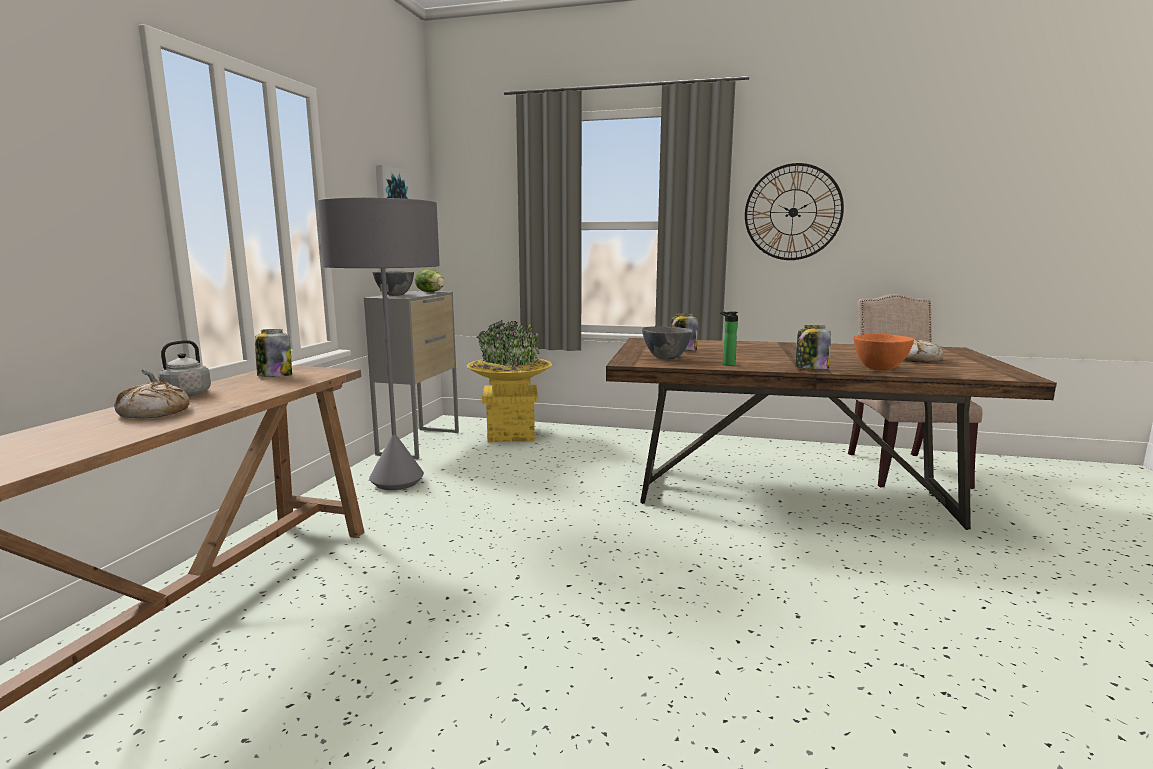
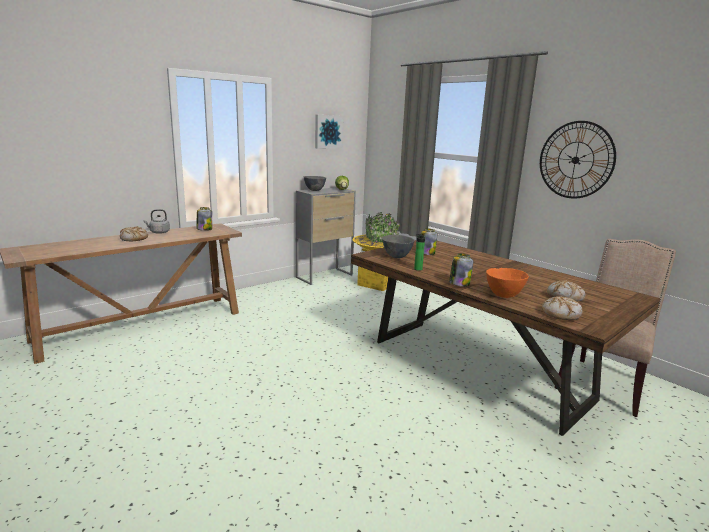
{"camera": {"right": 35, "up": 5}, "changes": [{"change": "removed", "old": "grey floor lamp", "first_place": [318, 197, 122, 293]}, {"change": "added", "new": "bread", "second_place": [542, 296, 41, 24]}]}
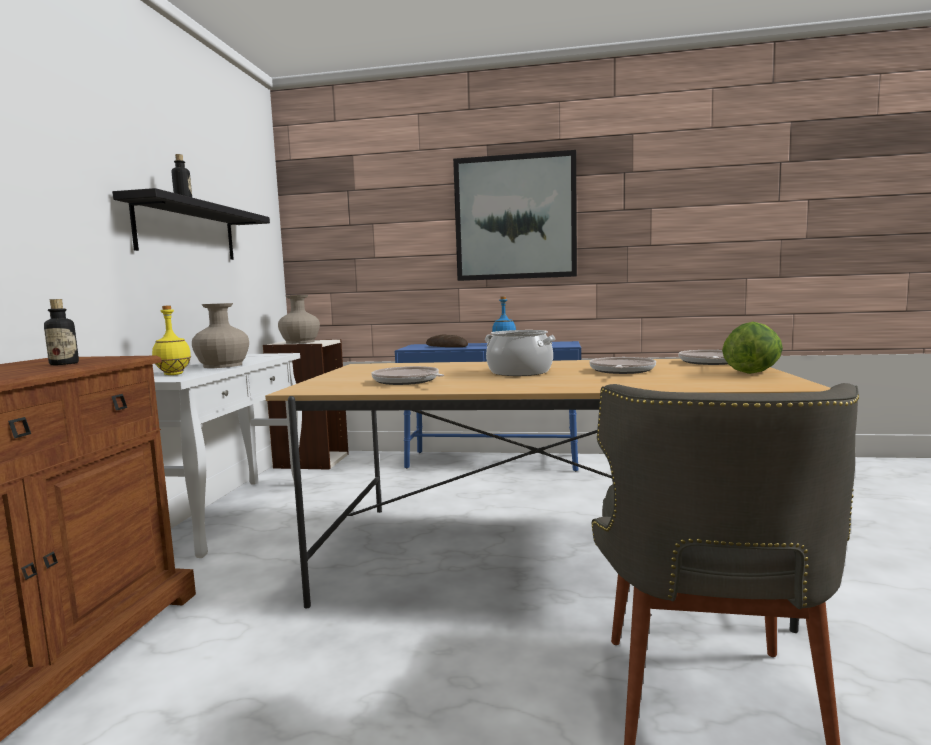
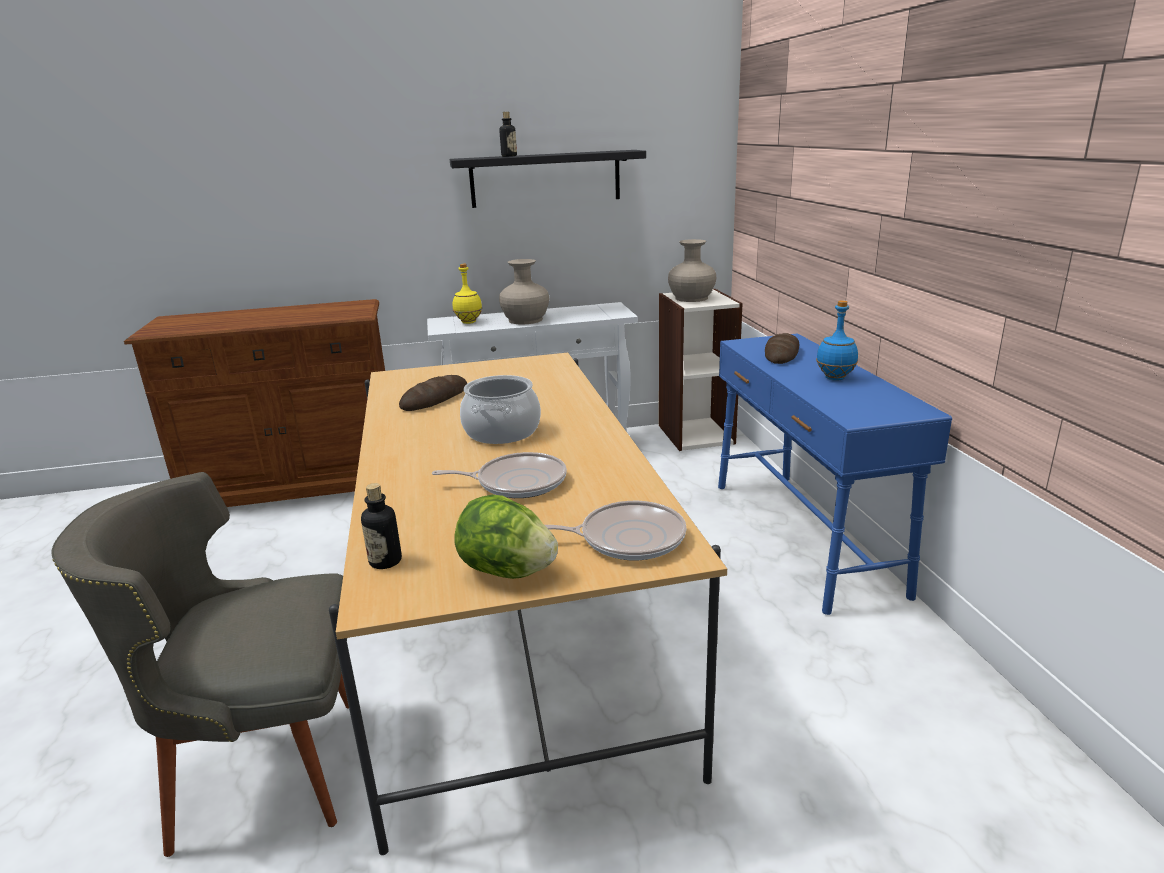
{"camera": {"right": 70, "up": 15}, "changes": [{"change": "removed", "old": "picture", "first_place": [453, 150, 124, 131]}, {"change": "moved", "old": "bottle", "first_place": [44, 299, 35, 66], "second_place": [361, 483, 41, 86]}, {"change": "replaced", "old": "frying pan", "new": "bread", "first_place": [371, 366, 73, 19], "second_place": [399, 375, 68, 36]}]}
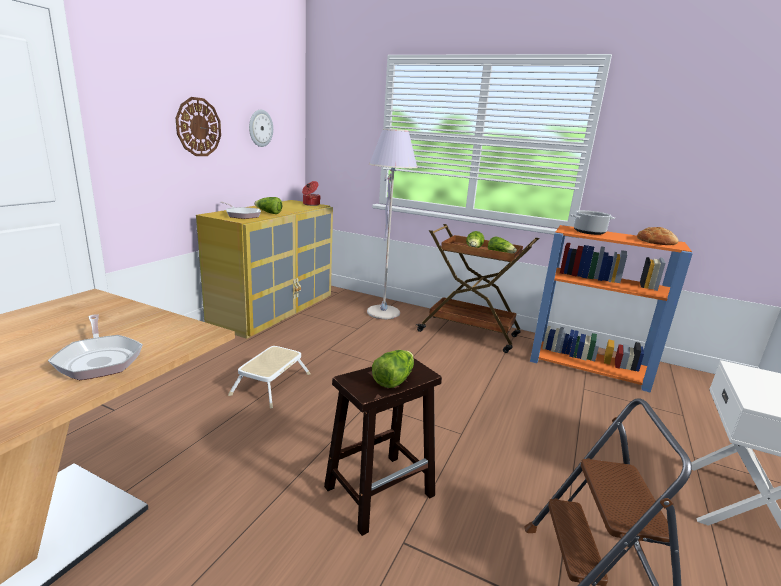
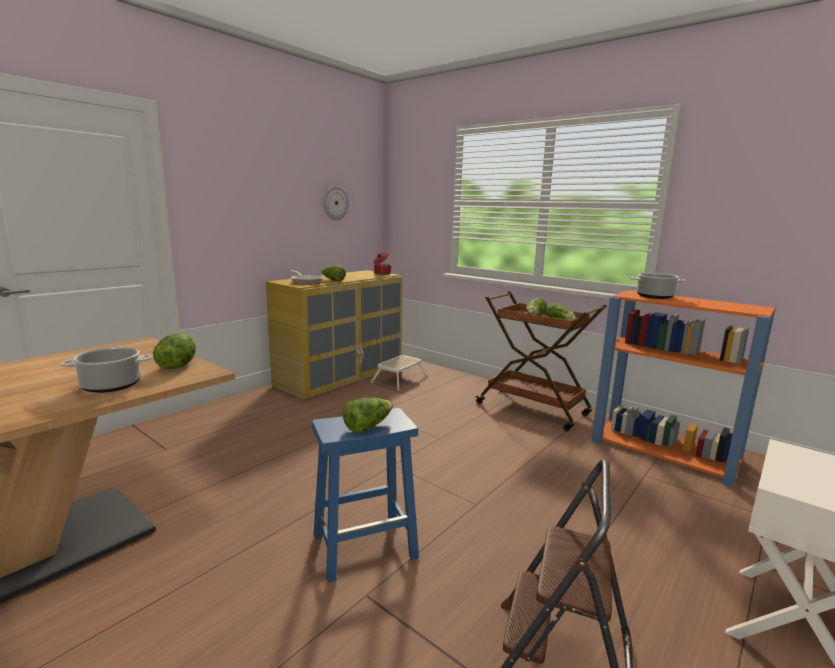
{"camera": {"right": 15, "up": -5}, "changes": [{"change": "removed", "old": "wall clock", "first_place": [176, 97, 45, 59]}, {"change": "removed", "old": "grey floor lamp", "first_place": [367, 128, 51, 191]}, {"change": "removed", "old": "bread", "first_place": [637, 227, 41, 18]}, {"change": "added", "new": "lettuce", "second_place": [153, 334, 43, 35]}, {"change": "moved", "old": "beige step ladder", "first_place": [228, 346, 83, 63], "second_place": [370, 355, 58, 36]}, {"change": "replaced", "old": "frying pan", "new": "cooking pot", "first_place": [48, 314, 95, 66], "second_place": [60, 347, 93, 46]}, {"change": "recoloured", "old": "brown stool", "new": "blue stool", "first_place": [324, 358, 118, 178], "second_place": [312, 408, 107, 175]}]}
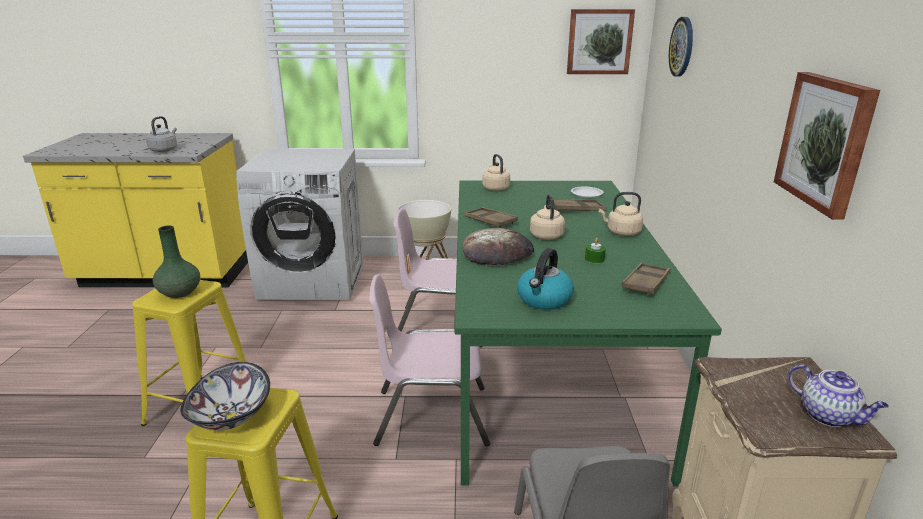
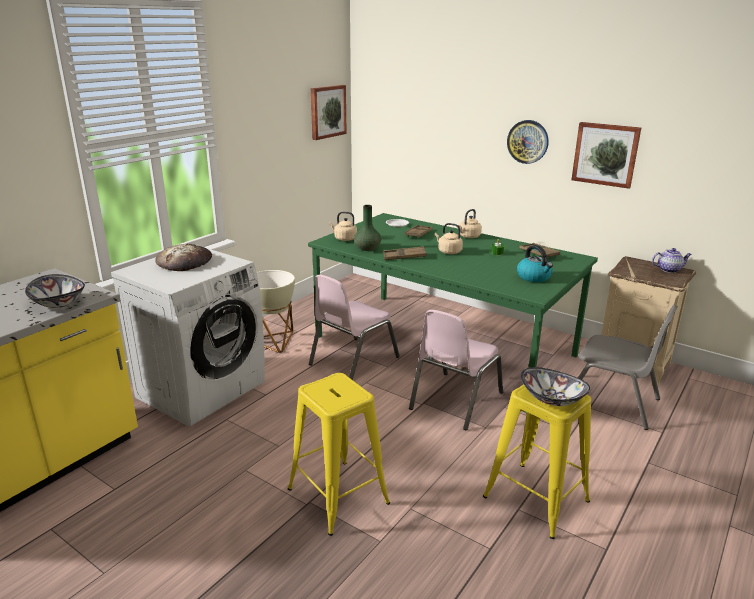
{"camera": {"right": -55, "up": 0}, "changes": [{"change": "moved", "old": "green vase", "first_place": [153, 226, 47, 72], "second_place": [354, 205, 27, 46]}, {"change": "moved", "old": "bread", "first_place": [462, 228, 72, 37], "second_place": [155, 244, 57, 27]}, {"change": "moved", "old": "wall clock", "first_place": [669, 17, 24, 60], "second_place": [507, 120, 42, 44]}, {"change": "replaced", "old": "grey kettle", "new": "bowl", "first_place": [146, 116, 31, 36], "second_place": [25, 274, 60, 34]}]}
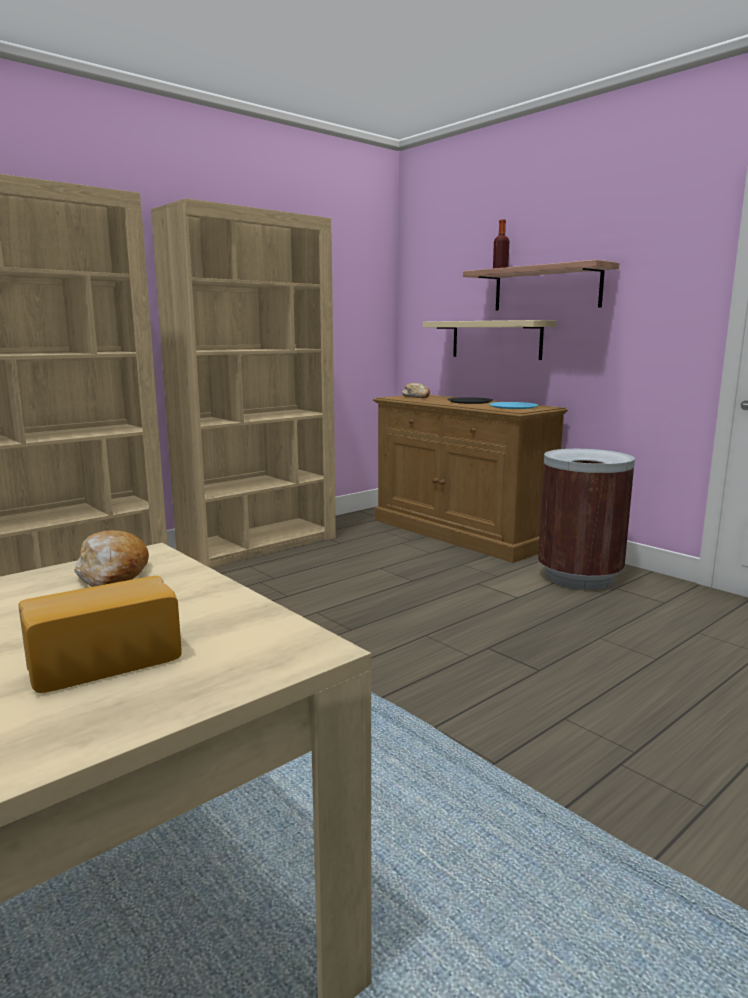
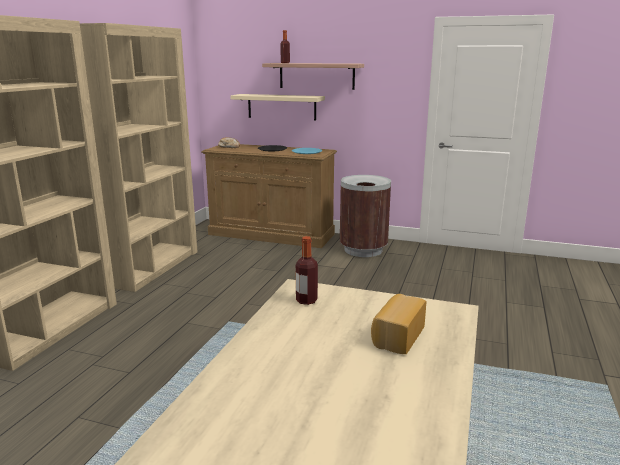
{"camera": {"right": -30, "up": 5}, "changes": [{"change": "replaced", "old": "bread", "new": "bottle", "first_place": [74, 530, 75, 57], "second_place": [296, 236, 22, 69]}]}
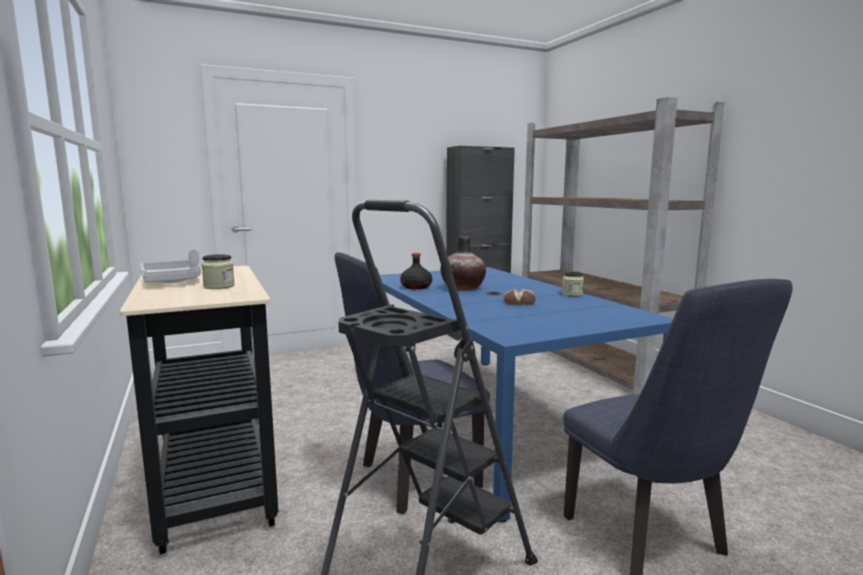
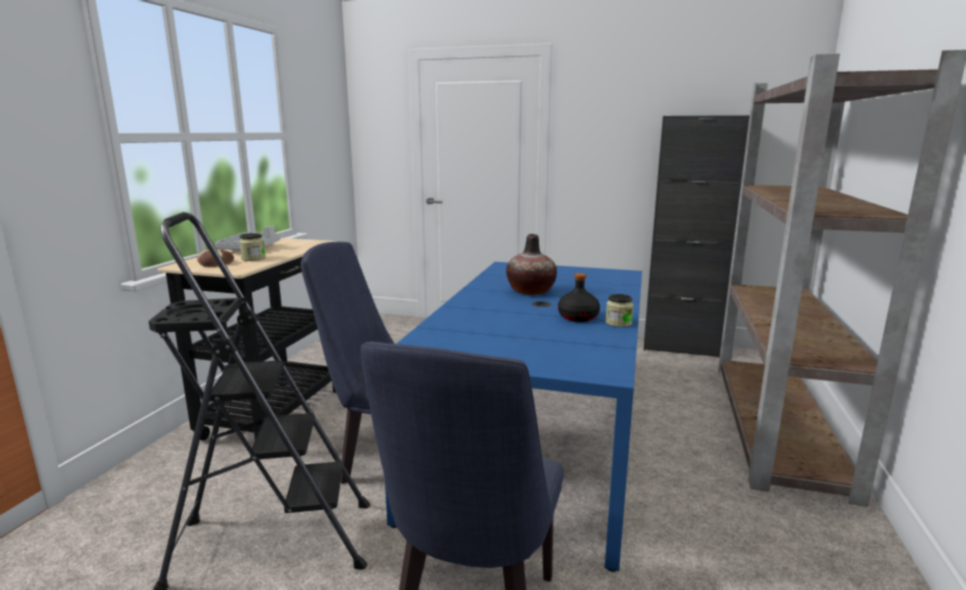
{"camera": {"right": 40, "up": 5}, "changes": [{"change": "moved", "old": "black bottle", "first_place": [400, 253, 32, 36], "second_place": [558, 273, 42, 49]}, {"change": "moved", "old": "bread", "first_place": [504, 289, 31, 16], "second_place": [197, 249, 37, 18]}]}
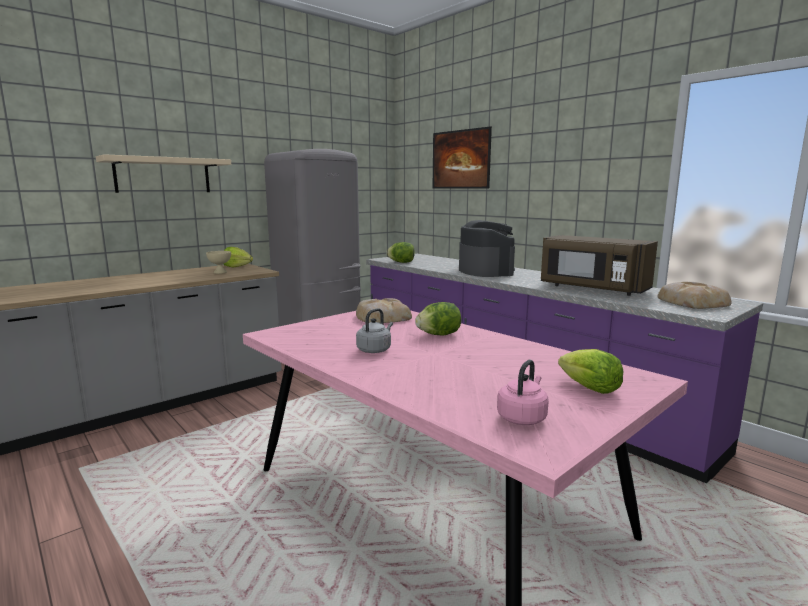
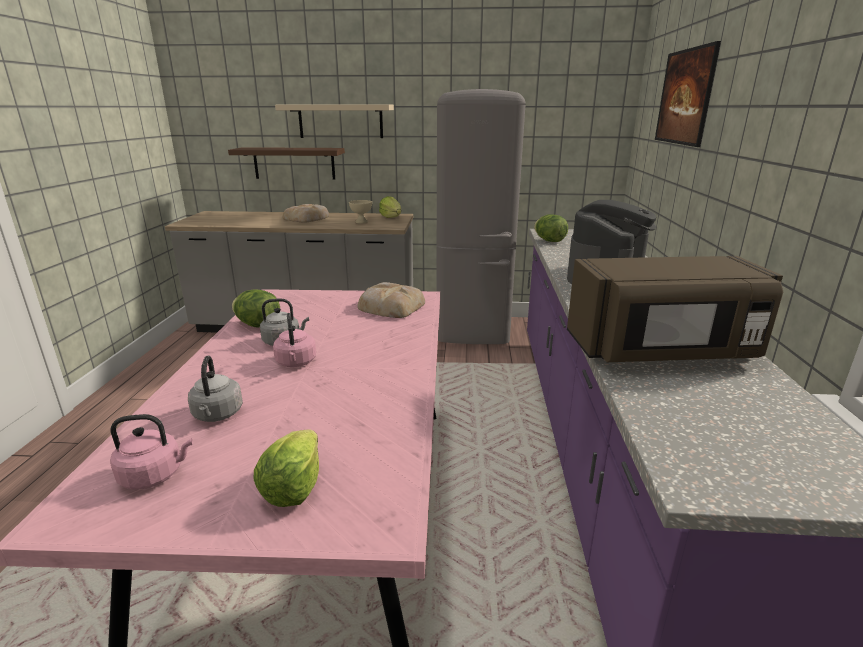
{"camera": {"right": 45, "up": 10}, "changes": [{"change": "added", "new": "grey kettle", "second_place": [188, 356, 55, 66]}, {"change": "added", "new": "brown shelf", "second_place": [228, 147, 117, 32]}, {"change": "added", "new": "pink kettle", "second_place": [273, 313, 43, 54]}, {"change": "moved", "old": "lettuce", "first_place": [415, 302, 46, 34], "second_place": [232, 290, 48, 38]}, {"change": "moved", "old": "bread", "first_place": [657, 282, 75, 27], "second_place": [282, 204, 47, 18]}, {"change": "turned", "old": "brown microwave", "first_place": [541, 235, 117, 61], "second_place": [567, 256, 216, 106], "degrees": -90}]}
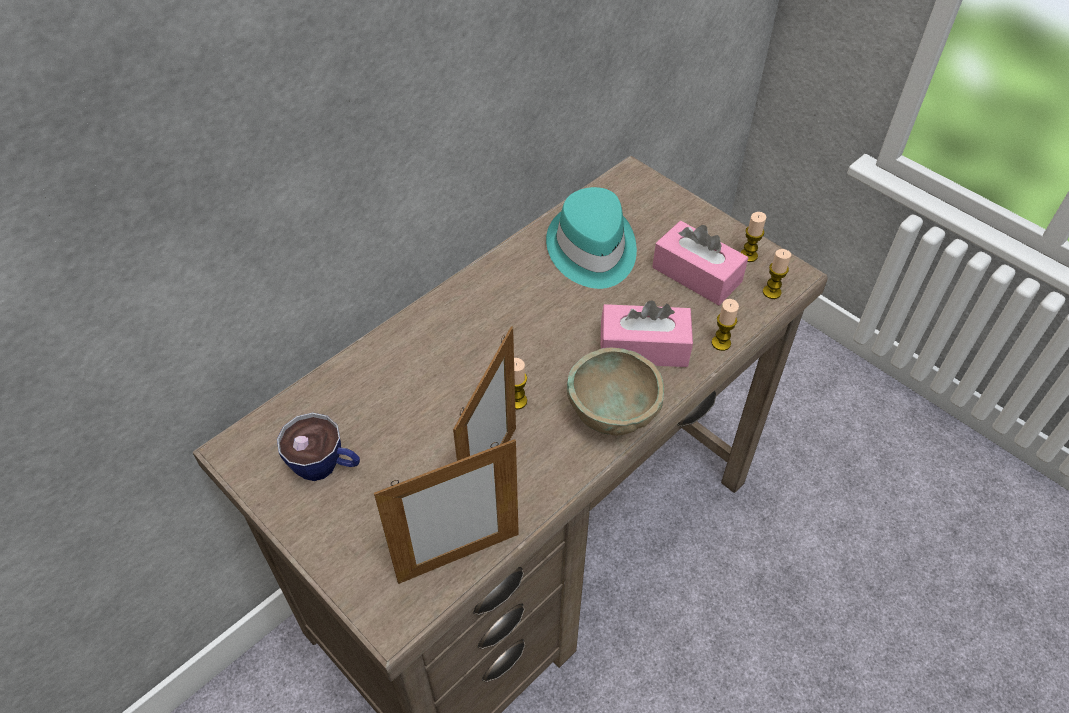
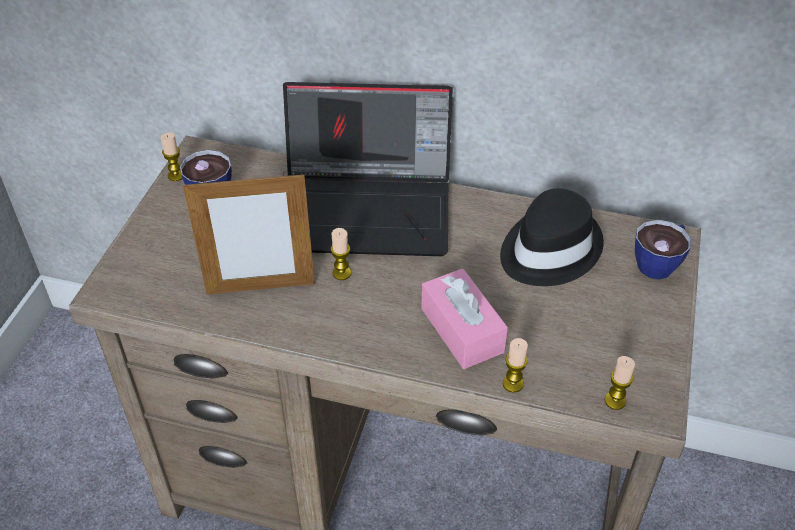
{"camera": {"right": 60, "up": -5}, "changes": [{"change": "removed", "old": "picture frame", "first_place": [374, 439, 145, 145]}, {"change": "removed", "old": "beige bowl", "first_place": [567, 348, 97, 88]}, {"change": "removed", "old": "pink tissue box", "first_place": [652, 221, 96, 84]}, {"change": "added", "new": "laptop", "second_place": [283, 82, 170, 174]}, {"change": "added", "new": "cup", "second_place": [635, 220, 56, 59]}, {"change": "moved", "old": "candle", "first_place": [740, 212, 26, 50], "second_place": [161, 132, 21, 49]}, {"change": "recoloured", "old": "turquoise hat", "new": "black hat", "first_place": [546, 187, 91, 102], "second_place": [500, 188, 104, 98]}]}
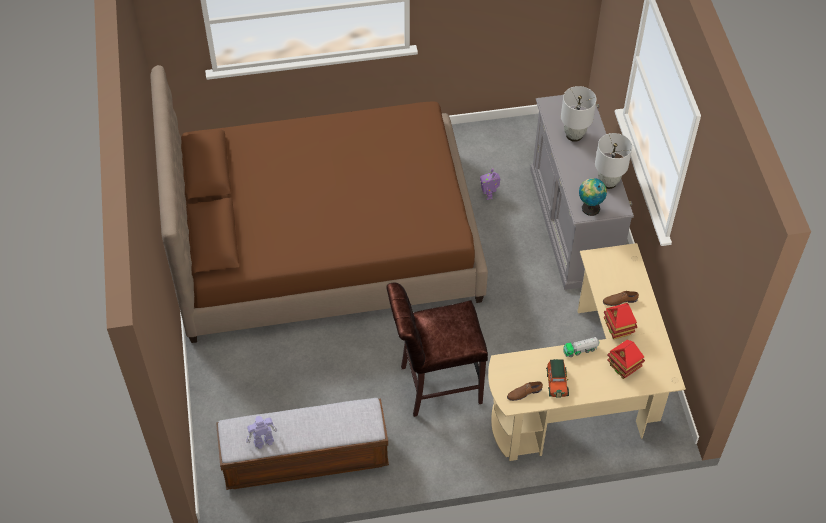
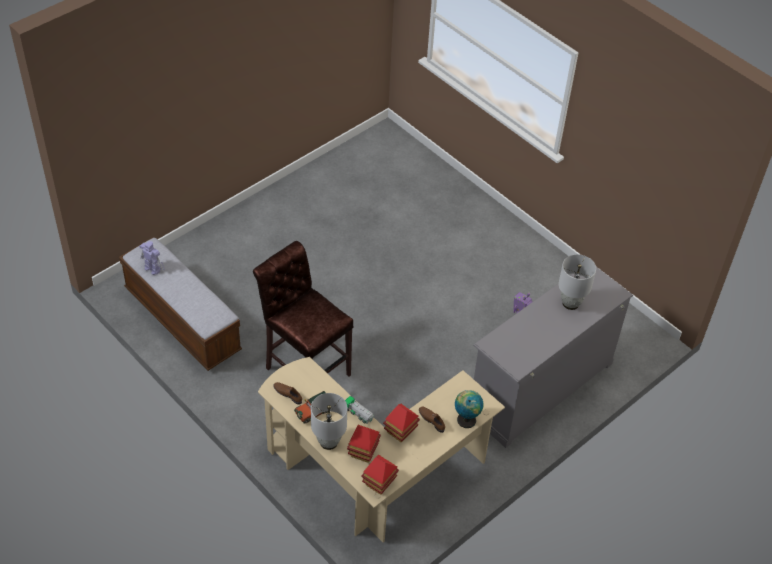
{"camera": {"right": 55, "up": -5}, "changes": [{"change": "removed", "old": "brown bed", "first_place": [150, 65, 338, 278]}, {"change": "added", "new": "toy house", "second_place": [361, 454, 38, 41]}, {"change": "moved", "old": "globe", "first_place": [579, 178, 28, 38], "second_place": [455, 390, 29, 38]}, {"change": "moved", "old": "white table lamp", "first_place": [595, 133, 37, 56], "second_place": [311, 393, 36, 57]}]}
